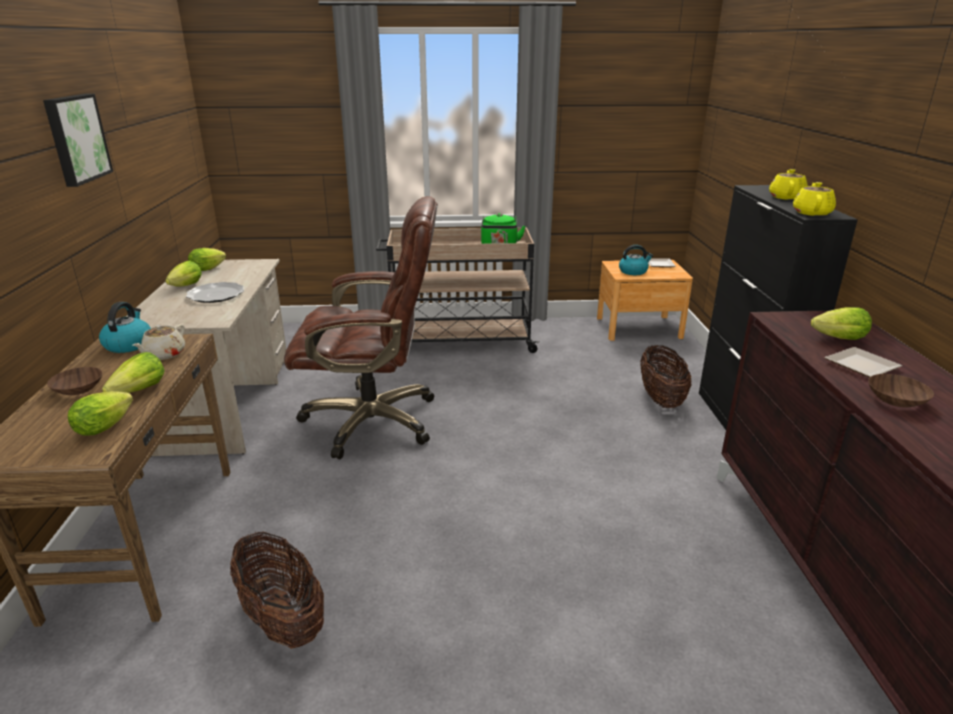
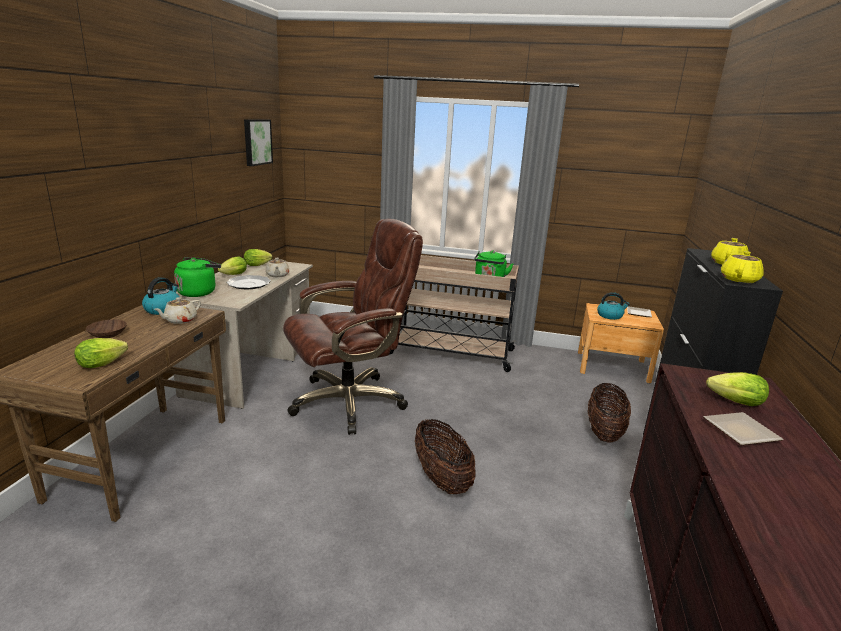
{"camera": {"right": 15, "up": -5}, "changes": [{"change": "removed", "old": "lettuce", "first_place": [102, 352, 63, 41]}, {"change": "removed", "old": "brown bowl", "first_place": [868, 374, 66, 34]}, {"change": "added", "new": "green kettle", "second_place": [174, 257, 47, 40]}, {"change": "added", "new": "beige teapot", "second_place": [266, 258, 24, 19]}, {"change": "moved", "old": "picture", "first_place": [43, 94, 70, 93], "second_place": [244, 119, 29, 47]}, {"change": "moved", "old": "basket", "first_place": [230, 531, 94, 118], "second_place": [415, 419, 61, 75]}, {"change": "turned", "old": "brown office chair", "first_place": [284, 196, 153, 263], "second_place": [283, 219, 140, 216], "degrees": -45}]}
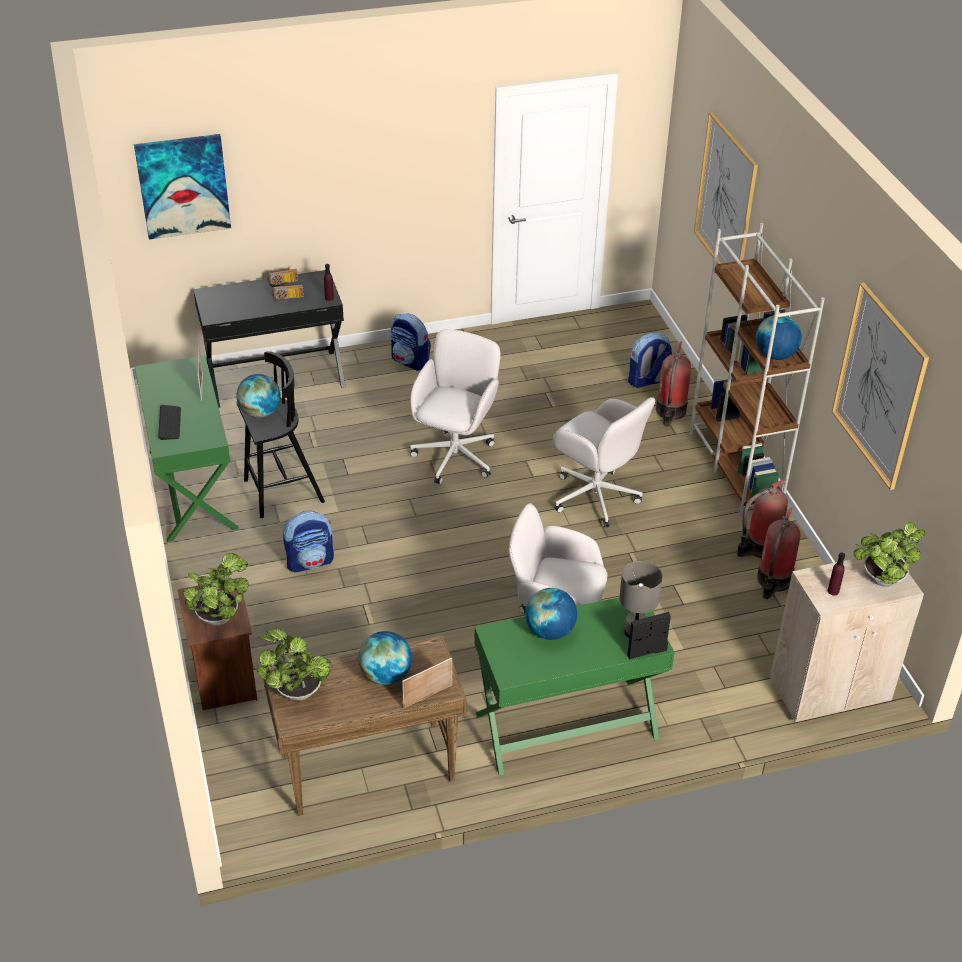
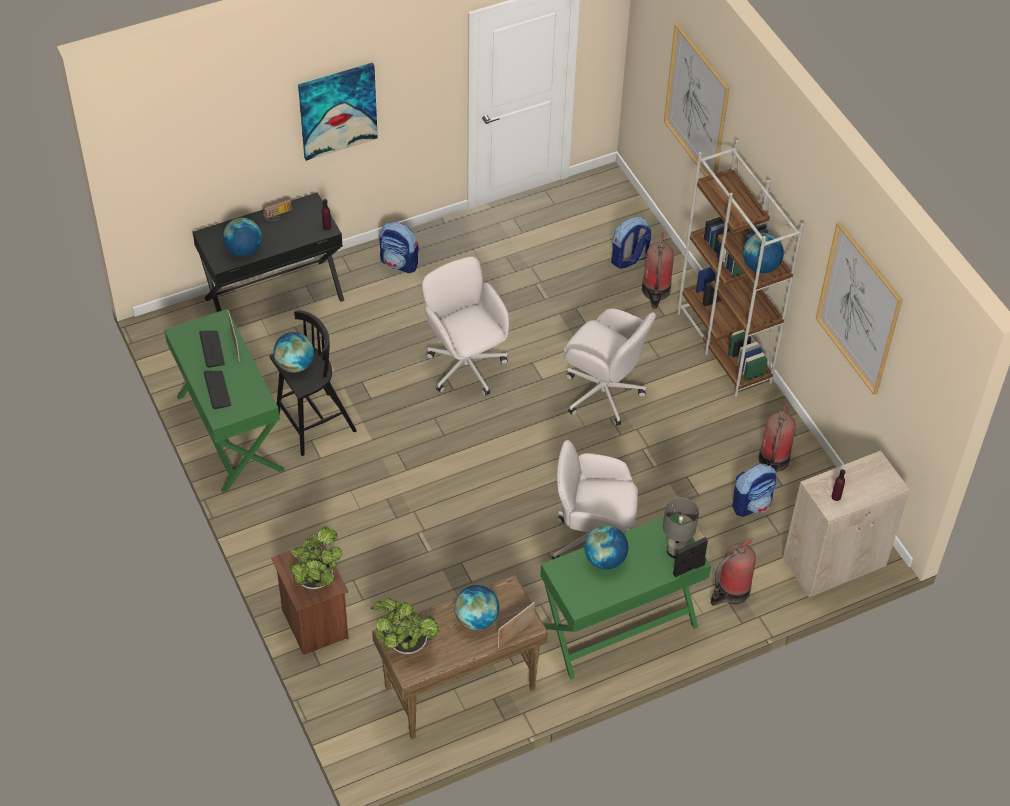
{"camera": {"right": -10, "up": 10}, "changes": [{"change": "removed", "old": "radio", "first_place": [272, 285, 32, 18]}, {"change": "removed", "old": "potted plant", "first_place": [854, 522, 71, 65]}, {"change": "added", "new": "keyboard", "second_place": [199, 330, 26, 38]}, {"change": "added", "new": "globe", "second_place": [223, 218, 39, 39]}, {"change": "moved", "old": "picture", "first_place": [134, 134, 97, 106], "second_place": [298, 63, 80, 98]}, {"change": "moved", "old": "backpack", "first_place": [283, 510, 51, 62], "second_place": [732, 463, 44, 54]}, {"change": "moved", "old": "fire extinguisher", "first_place": [737, 479, 51, 79], "second_place": [711, 538, 45, 68]}, {"change": "turned", "old": "white office chair", "first_place": [410, 329, 91, 155], "second_place": [422, 257, 87, 139], "degrees": -45}]}
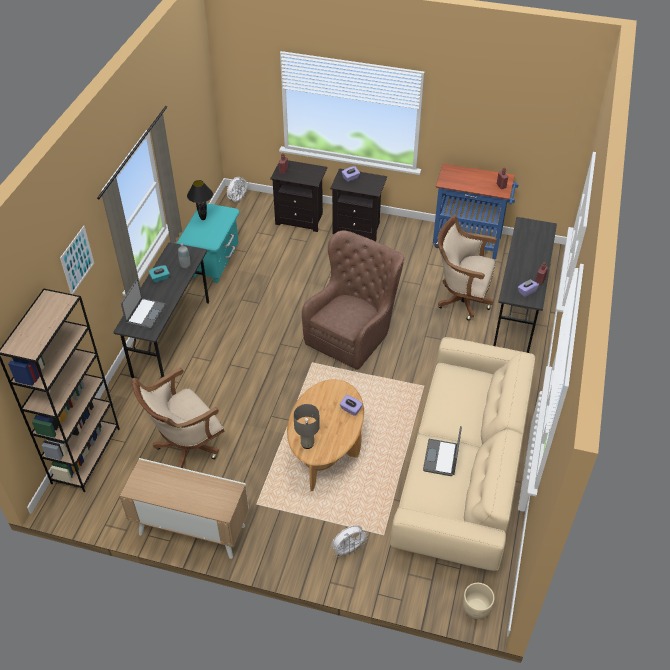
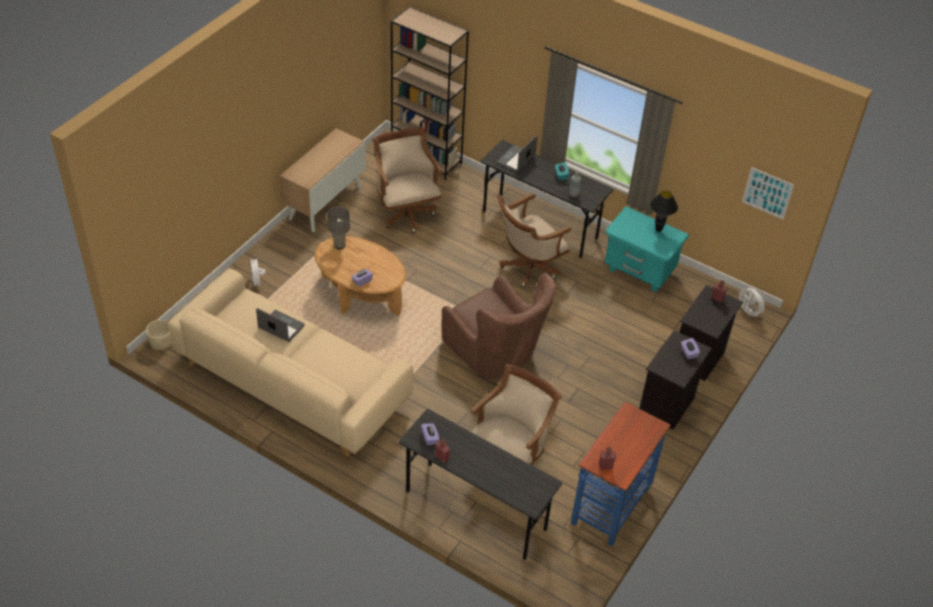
{"camera": {"right": 105, "up": 0}, "changes": [{"change": "added", "new": "office chair", "second_place": [497, 193, 74, 94]}, {"change": "moved", "old": "picture", "first_place": [60, 226, 34, 68], "second_place": [742, 167, 52, 53]}, {"change": "turned", "old": "laptop", "first_place": [121, 279, 45, 50], "second_place": [497, 135, 40, 37], "degrees": 90}]}
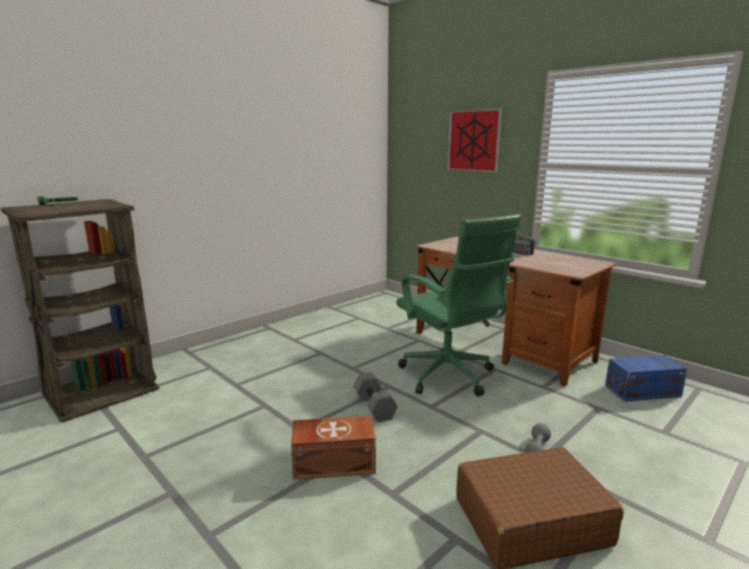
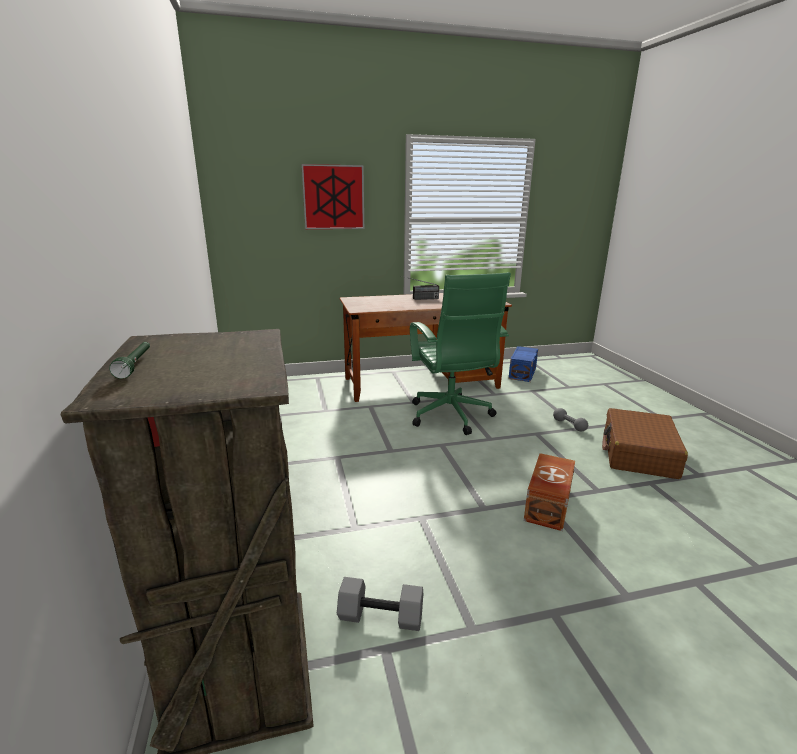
{"camera": {"right": -60, "up": 5}, "changes": [{"change": "moved", "old": "grey dumbbell", "first_place": [353, 373, 44, 49], "second_place": [337, 577, 86, 54]}, {"change": "turned", "old": "green office chair", "first_place": [396, 214, 125, 183], "second_place": [410, 272, 101, 163], "degrees": 75}]}
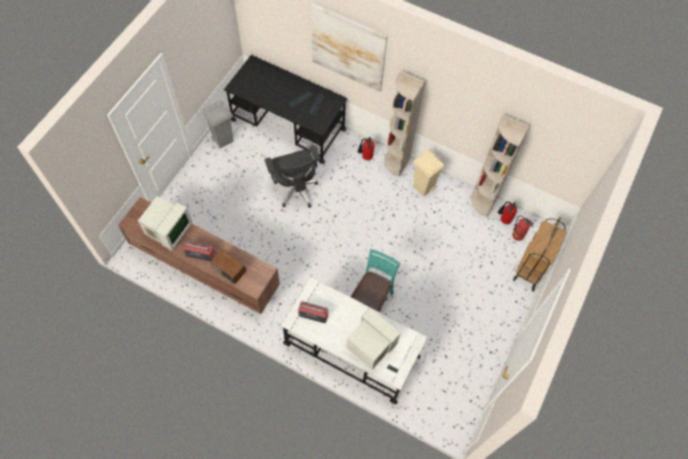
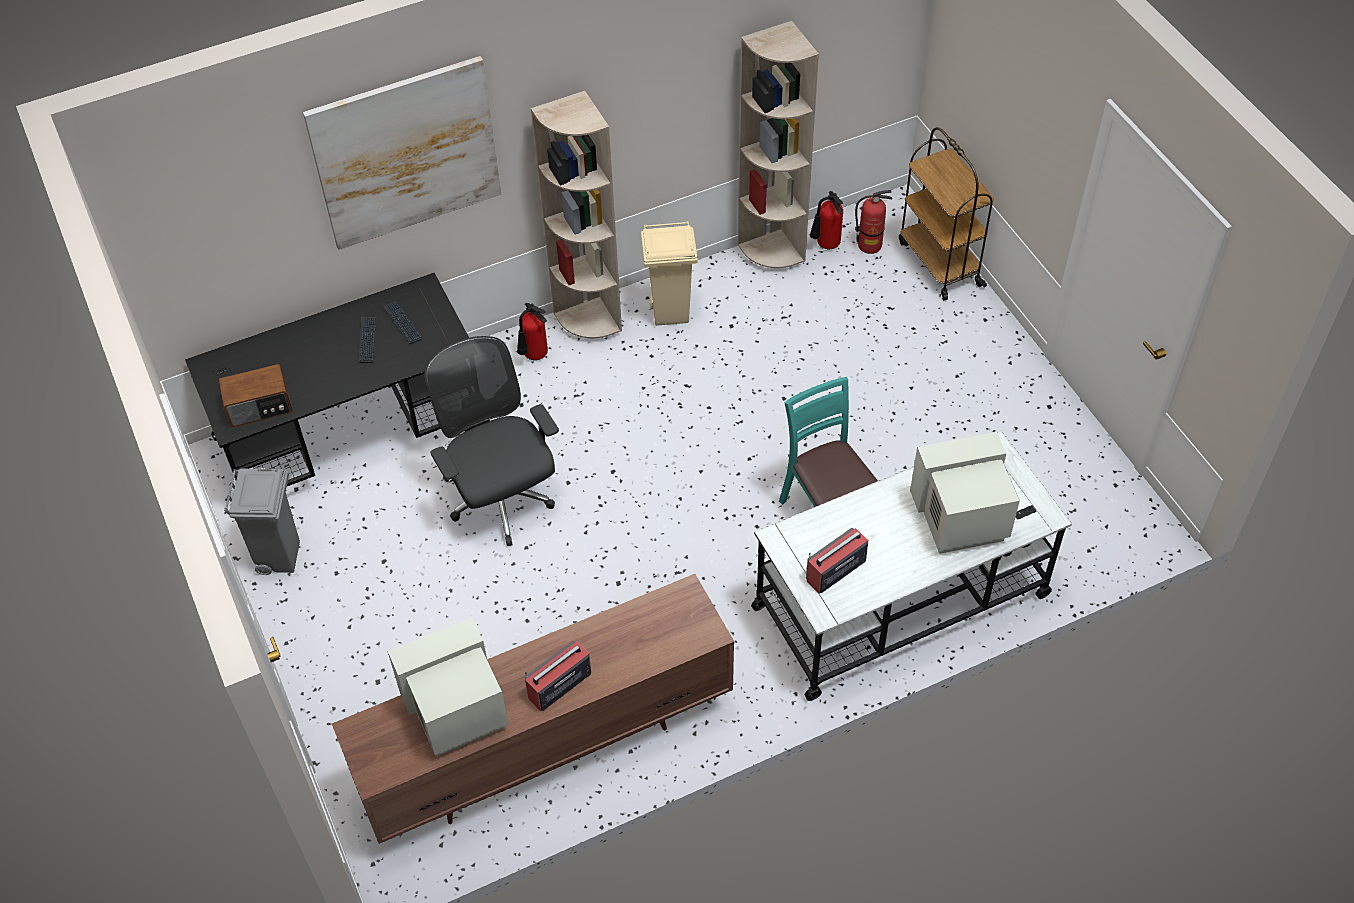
{"camera": {"right": -50, "up": -10}, "changes": [{"change": "moved", "old": "radio", "first_place": [211, 249, 35, 35], "second_place": [218, 364, 74, 63]}, {"change": "turned", "old": "monitor", "first_place": [138, 196, 55, 54], "second_place": [387, 617, 122, 140], "degrees": -90}, {"change": "turned", "old": "office chair", "first_place": [265, 145, 55, 63], "second_place": [424, 336, 135, 210], "degrees": -135}]}
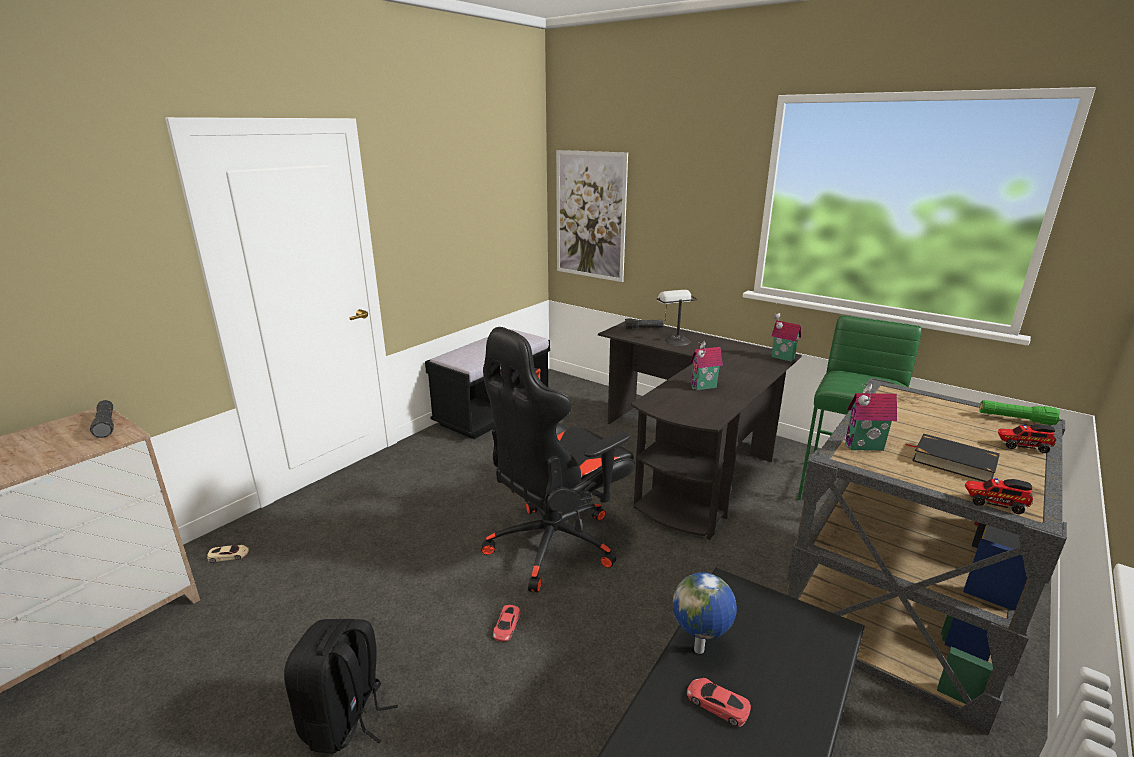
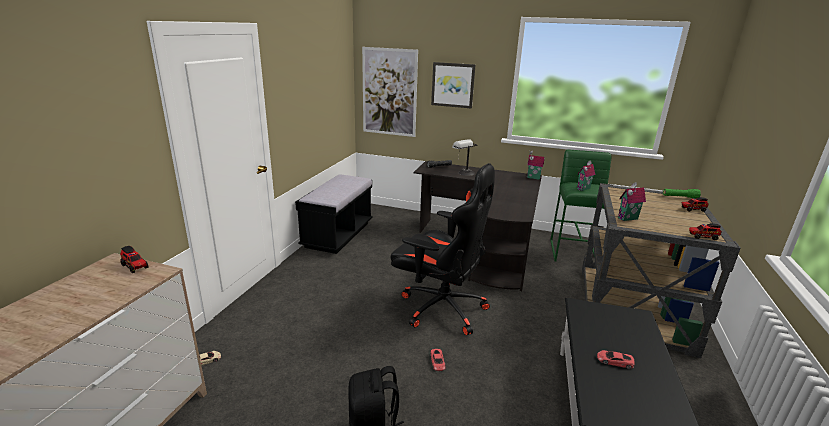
{"camera": {"right": -20, "up": 0}, "changes": [{"change": "removed", "old": "globe", "first_place": [673, 572, 64, 82]}, {"change": "removed", "old": "black book", "first_place": [907, 434, 93, 48]}, {"change": "added", "new": "picture", "second_place": [431, 62, 44, 47]}, {"change": "moved", "old": "toy house", "first_place": [690, 341, 33, 49], "second_place": [577, 161, 18, 30]}, {"change": "replaced", "old": "black flashlight", "new": "toy truck", "first_place": [90, 400, 24, 38], "second_place": [120, 246, 29, 27]}, {"change": "turned", "old": "black office chair", "first_place": [481, 327, 155, 265], "second_place": [391, 163, 104, 172], "degrees": -90}]}
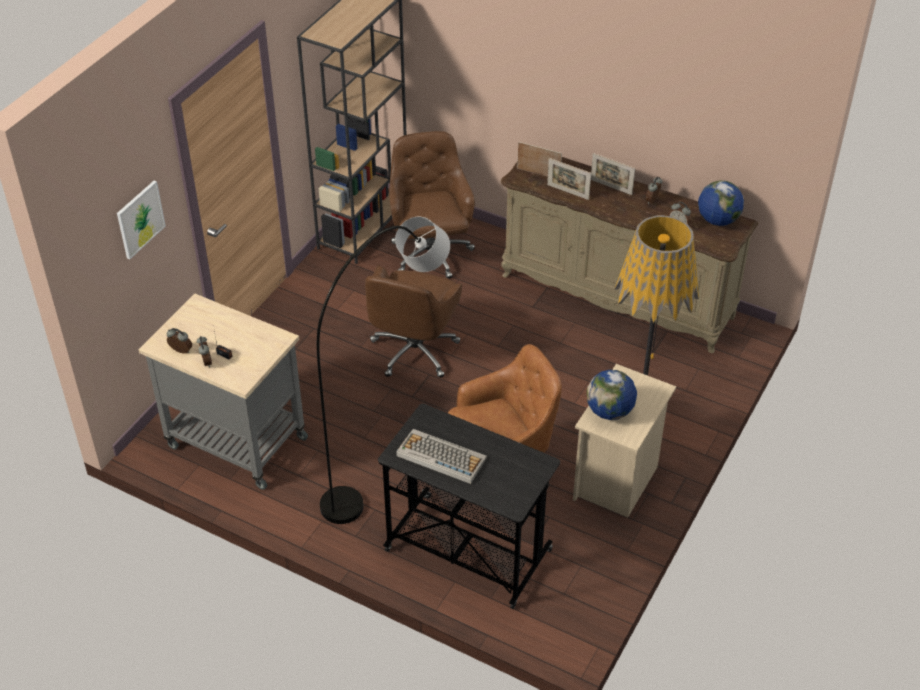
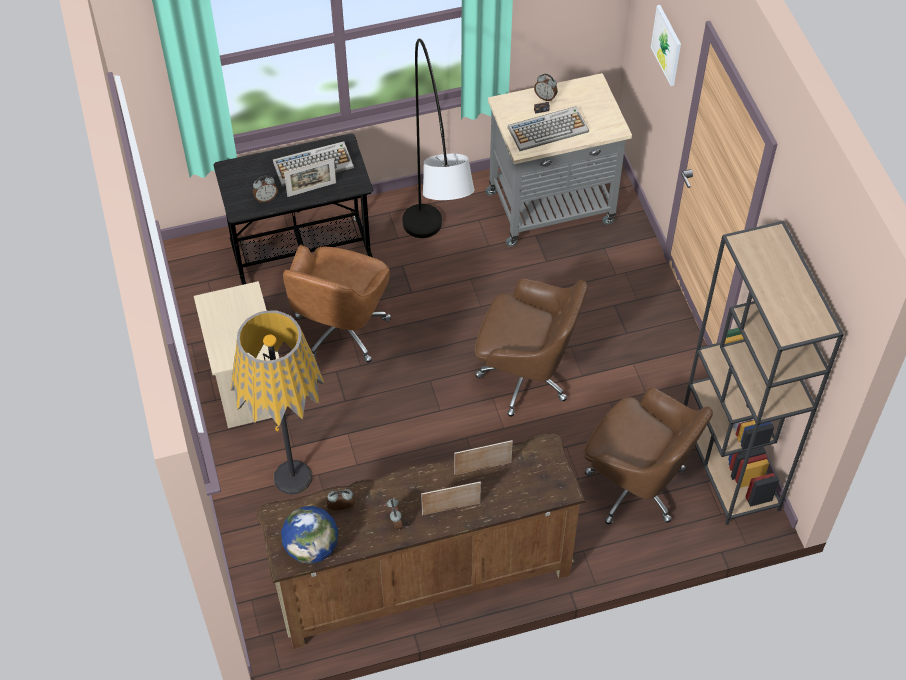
{"camera": {"right": 135, "up": 10}, "changes": [{"change": "removed", "old": "globe", "first_place": [587, 370, 50, 50]}, {"change": "added", "new": "keyboard", "second_place": [508, 106, 81, 45]}, {"change": "moved", "old": "alarm clock", "first_place": [167, 328, 25, 26], "second_place": [253, 176, 25, 27]}, {"change": "moved", "old": "picture frame", "first_place": [517, 141, 45, 36], "second_place": [284, 158, 52, 39]}, {"change": "turned", "old": "brown office chair", "first_place": [365, 265, 97, 112], "second_place": [475, 279, 113, 138], "degrees": 135}]}
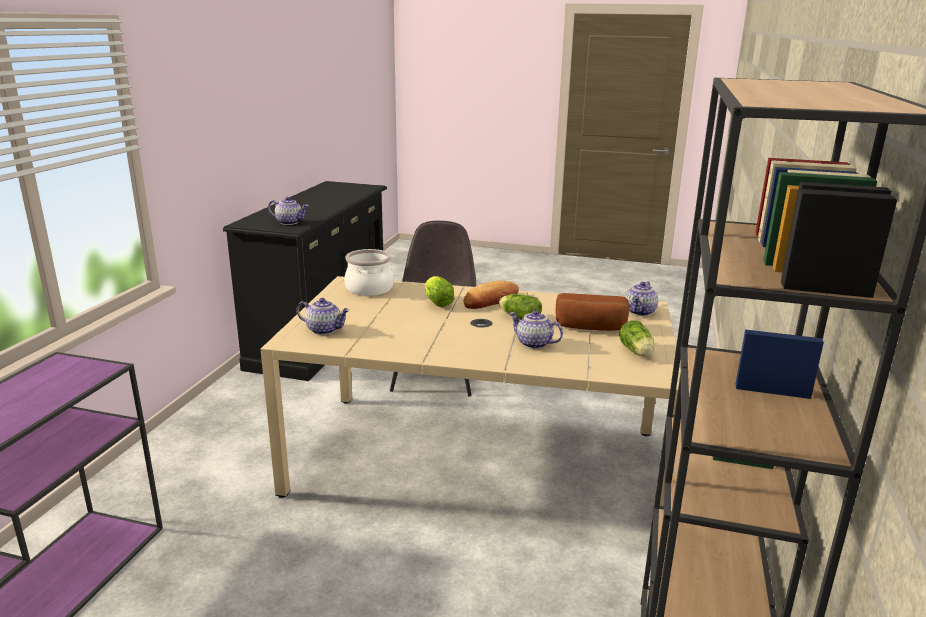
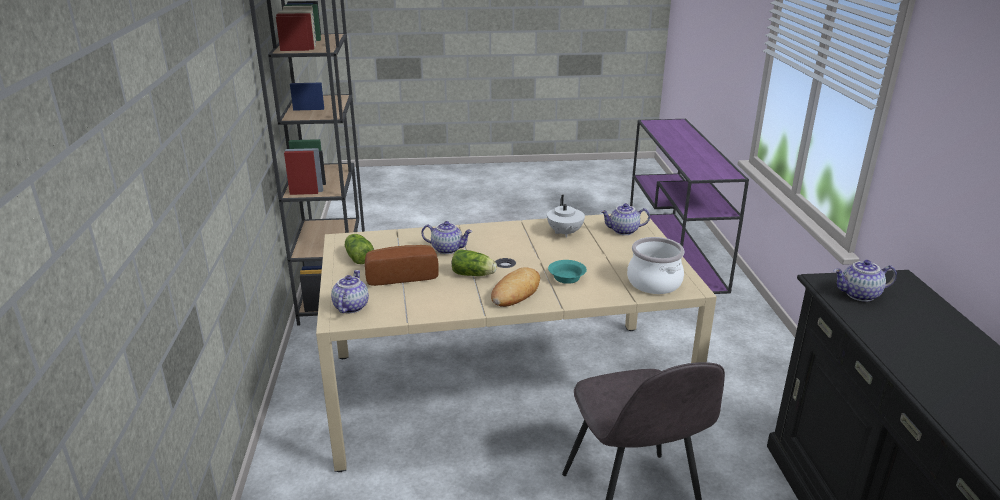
{"camera": {"right": 160, "up": 5}, "changes": [{"change": "added", "new": "white teapot", "second_place": [547, 195, 38, 43]}, {"change": "replaced", "old": "lettuce", "new": "turquoise bowl", "first_place": [425, 276, 30, 31], "second_place": [548, 260, 39, 24]}]}
